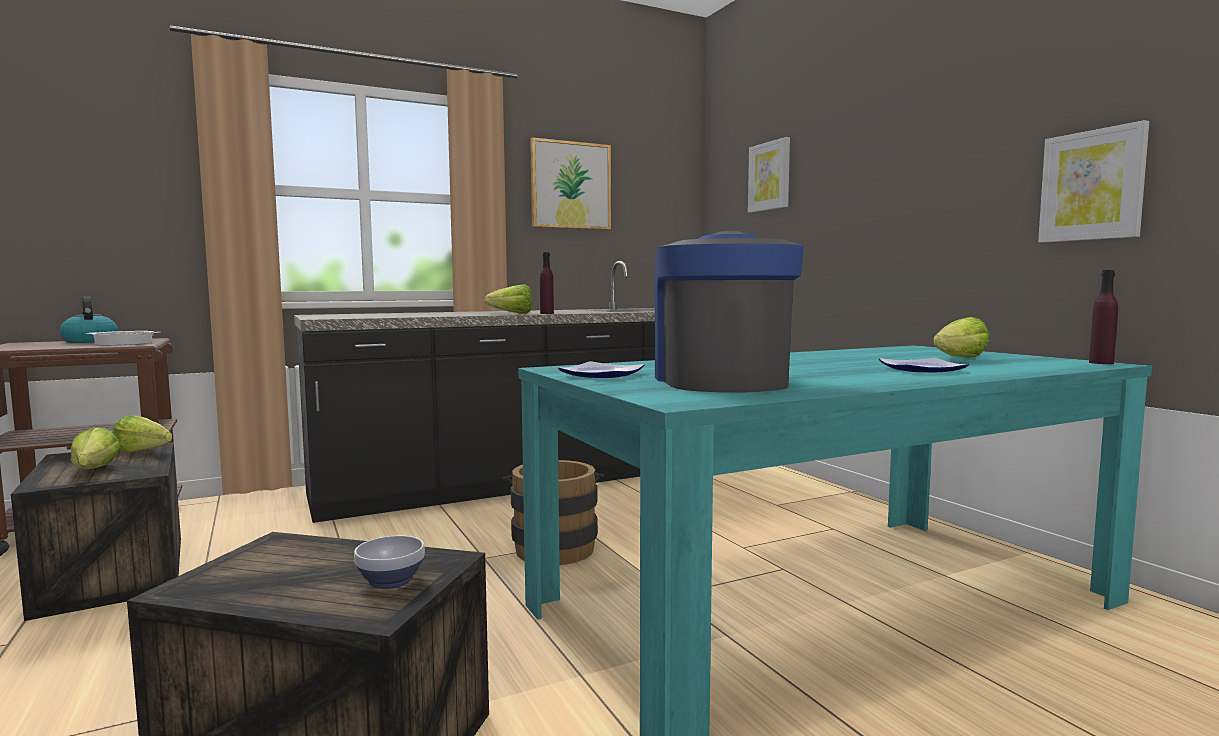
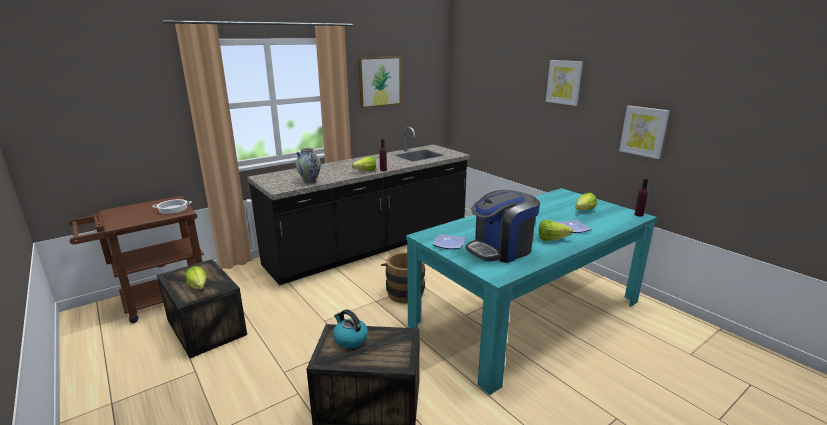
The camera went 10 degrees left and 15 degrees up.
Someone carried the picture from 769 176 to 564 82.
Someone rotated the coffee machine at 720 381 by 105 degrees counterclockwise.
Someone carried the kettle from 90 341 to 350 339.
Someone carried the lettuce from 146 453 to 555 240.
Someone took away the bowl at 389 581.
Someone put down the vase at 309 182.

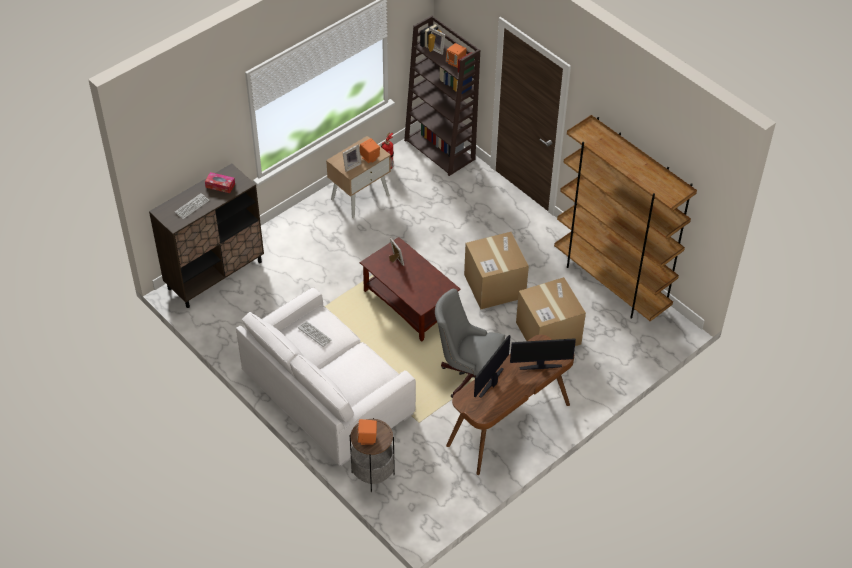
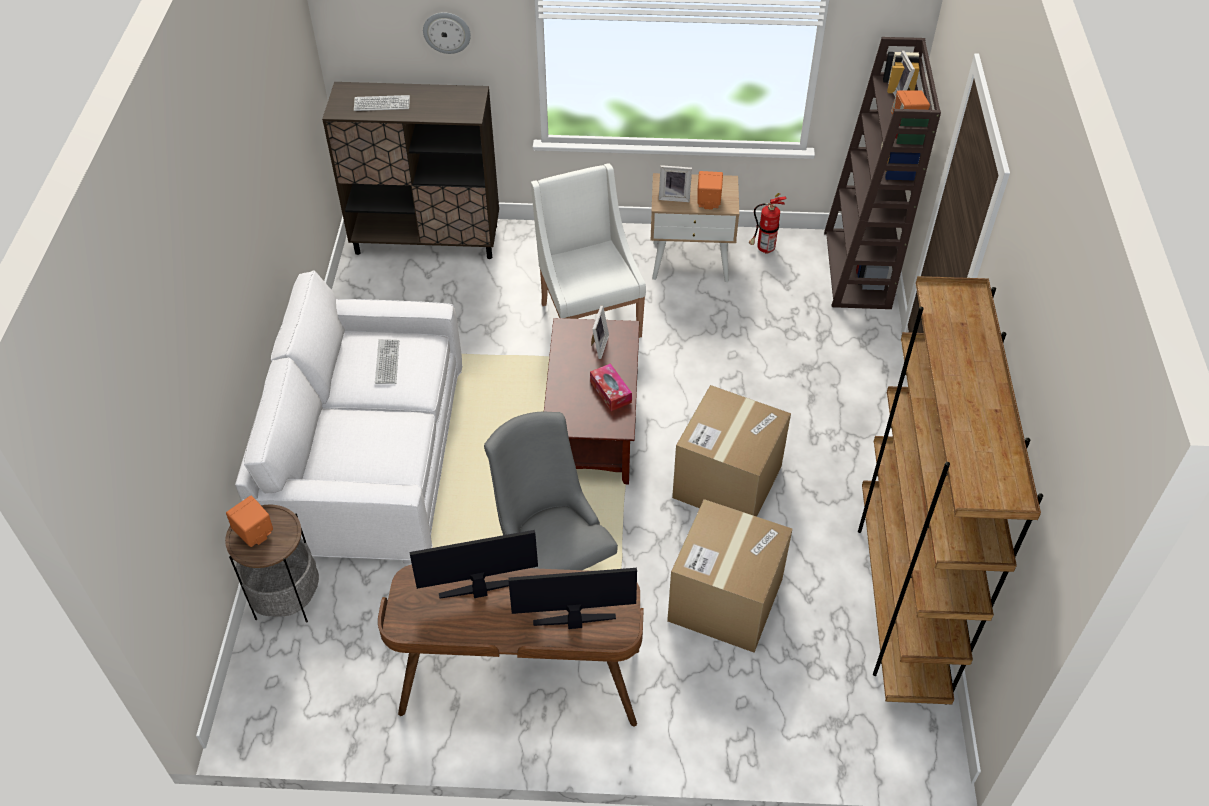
The camera went 45 degrees right and 0 degrees up.
Someone carried the tissue box from 220 185 to 610 392.
Someone rotated the monitor at 540 366 by 135 degrees clockwise.
Someone put up the wall clock at 447 32.
Someone put down the armchair (white) at 588 318.

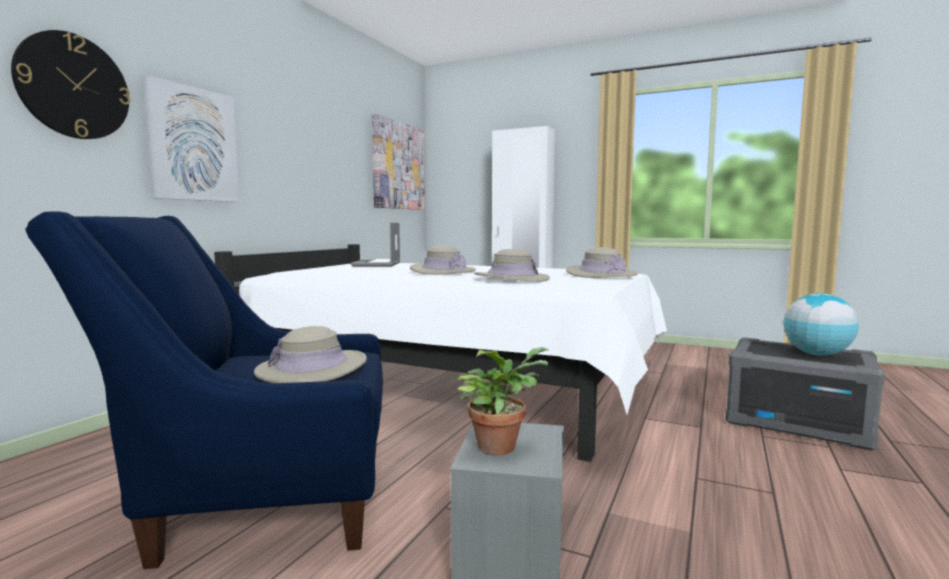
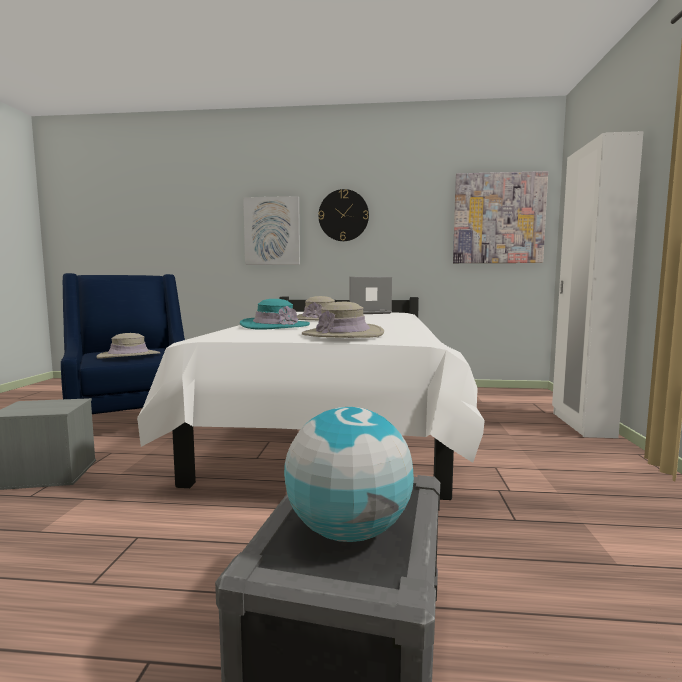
The camera went 70 degrees right and 0 degrees up.
Someone carried the wall clock from 73 86 to 343 215.
Someone repainted the hat (beige) at 511 278, which became the hat (turquoise) at 275 326.
Someone took away the potted plant at 499 445.

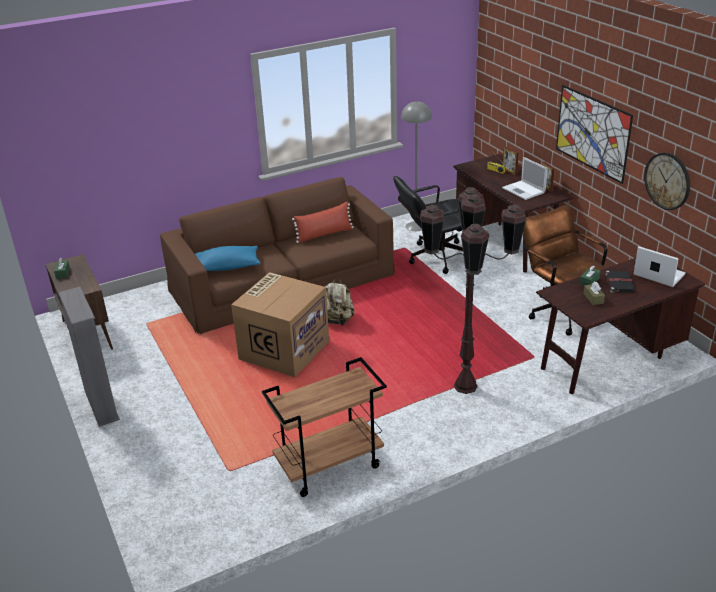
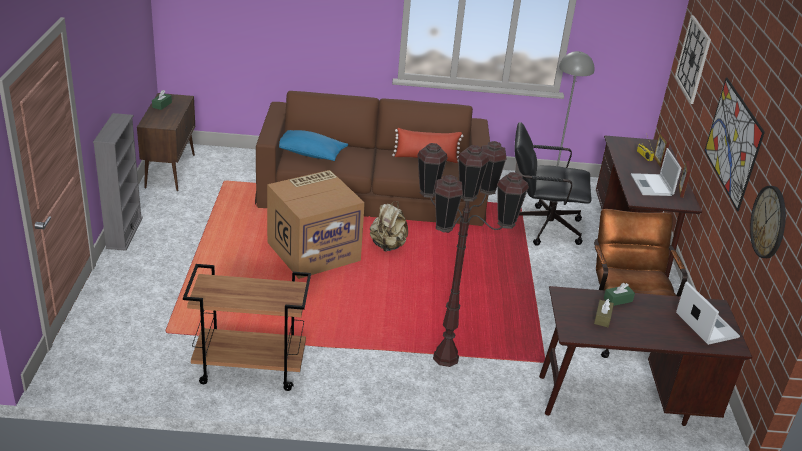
The camera went 25 degrees right and 0 degrees up.
Someone took away the book (black) at 619 283.
Someone put up the wall clock at 693 59.

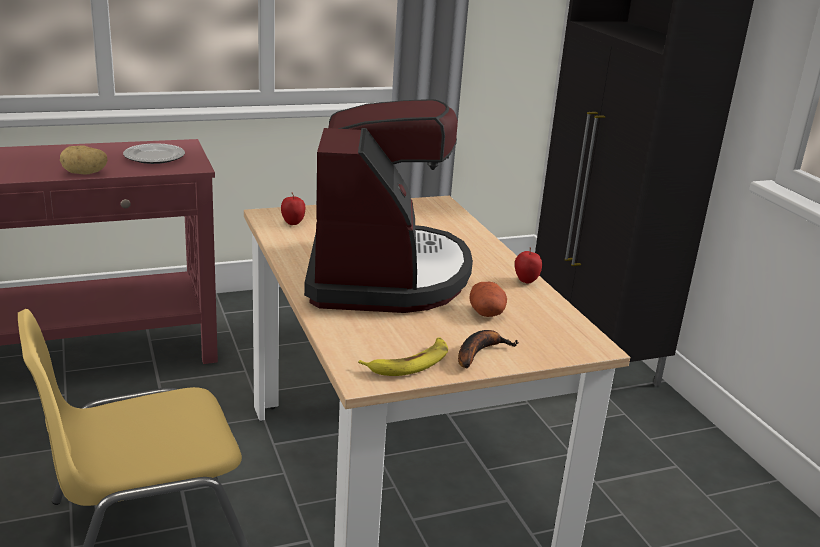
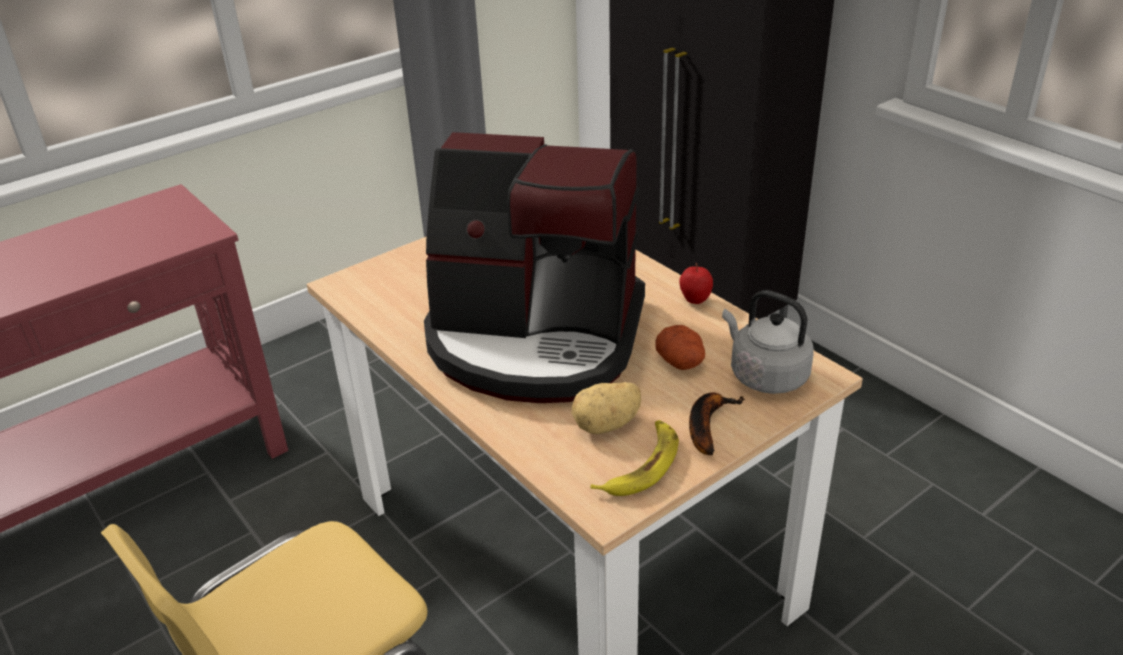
The camera went 15 degrees left and 10 degrees up.
Someone rotated the coffee machine at 385 275 by 120 degrees clockwise.
Someone took away the plate at 155 157.
Someone carried the potato from 84 173 to 607 425.
Someone took away the apple at 293 224.
Someone put down the kettle (grey) at 765 375.

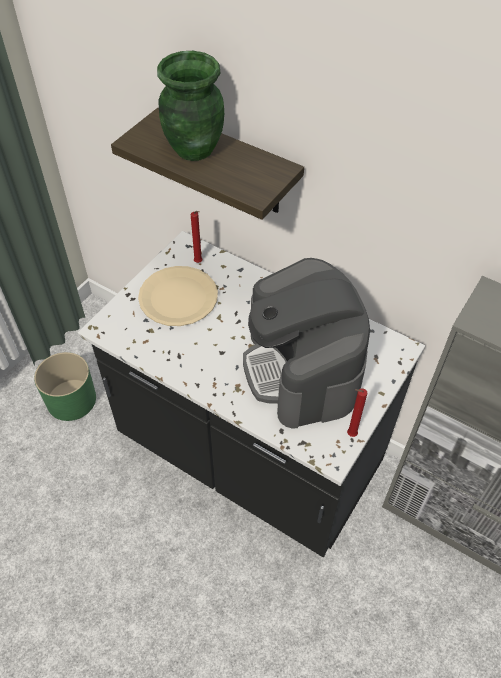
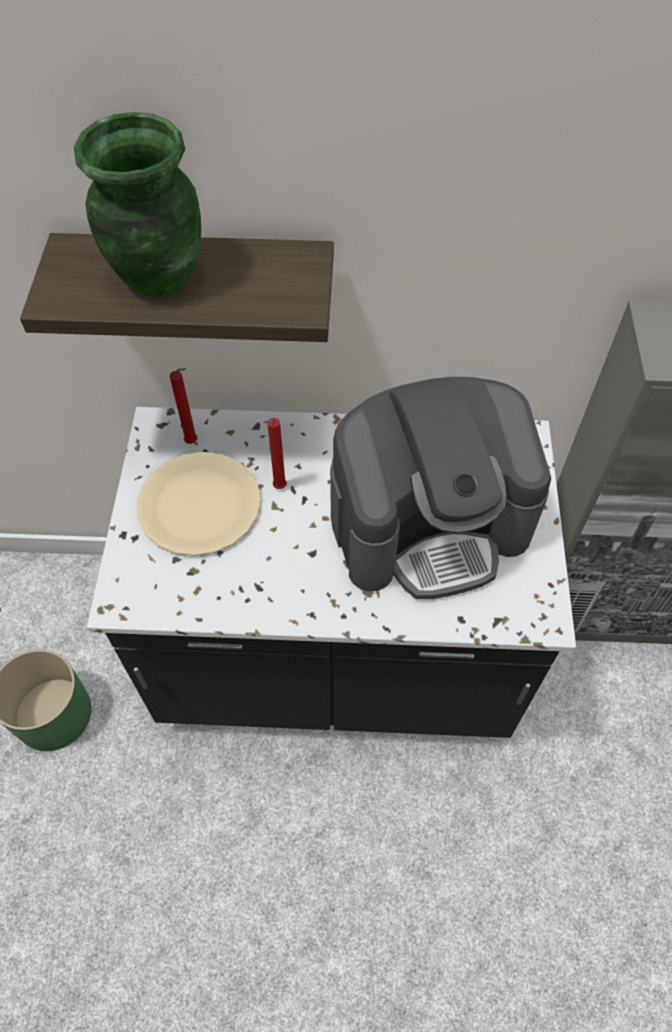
The camera went 30 degrees left and 5 degrees up.
Someone rotated the coffee machine at 302 369 by 60 degrees counterclockwise.
Someone carried the candle (red) from 350 434 to 278 488.

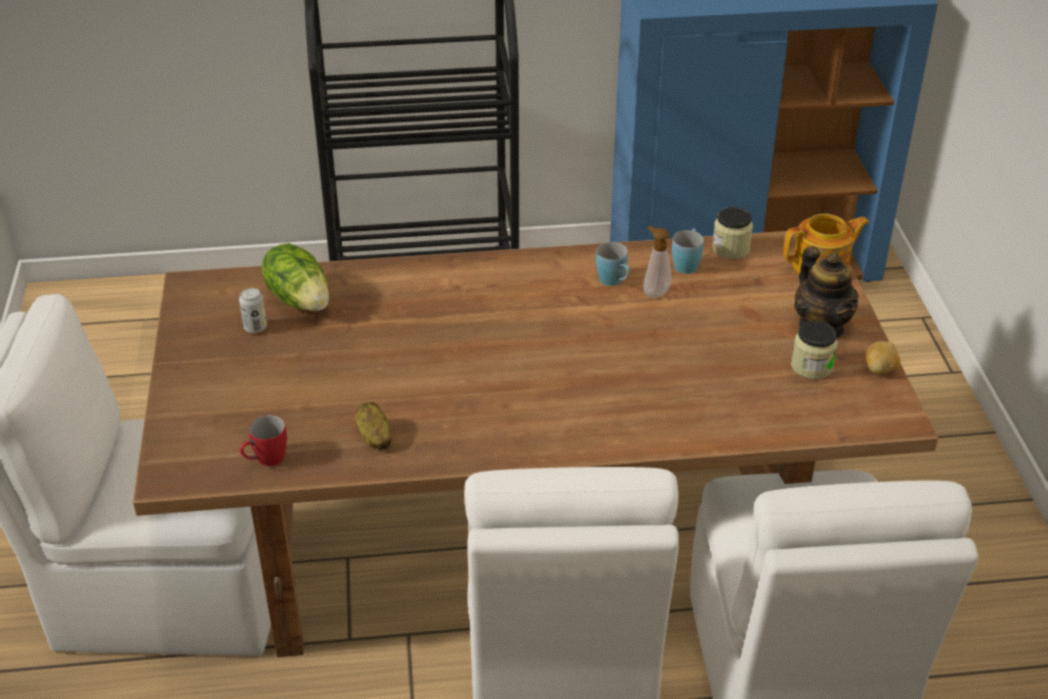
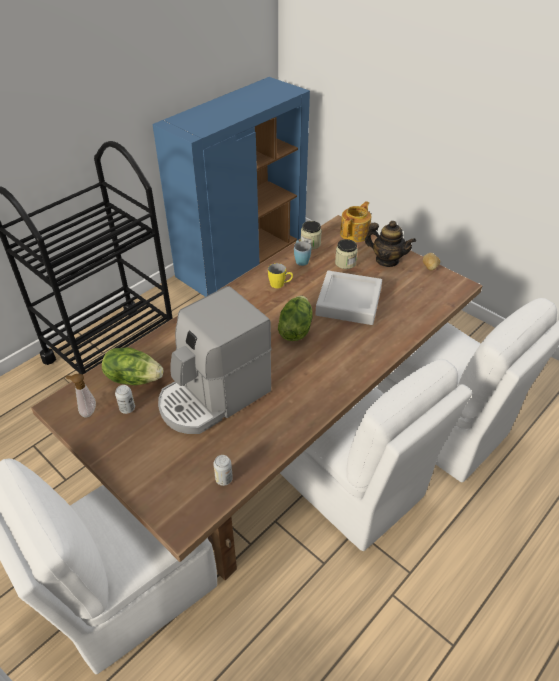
The camera went 40 degrees left and 5 degrees up.
Someone carried the soap dispenser from 654 292 to 87 411.
Someone repainted the mug (blue) at 614 282, which became the mug (yellow) at 280 284.
Someone carried the jar from 811 366 to 345 263.
Someone took away the potato at 374 437.
Someone swapped the mug (red) at 265 460 for the can at 224 479.
Someone put down the tray (grey) at 348 302.
Someone put down the coffee machine at 213 397.
Someone put down the lettuce at 295 329.

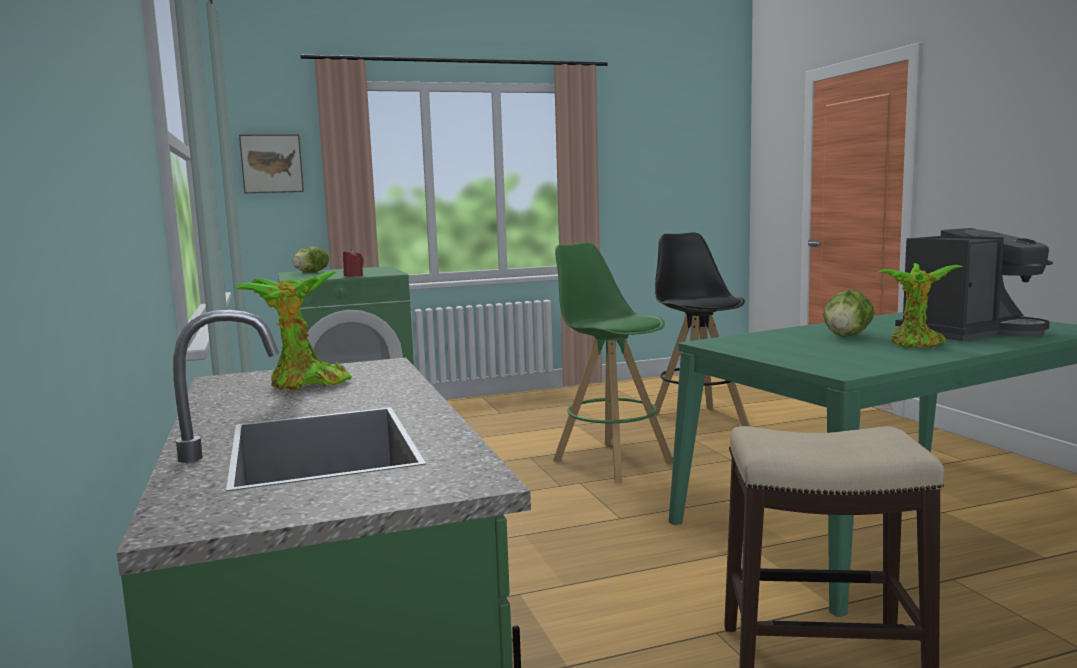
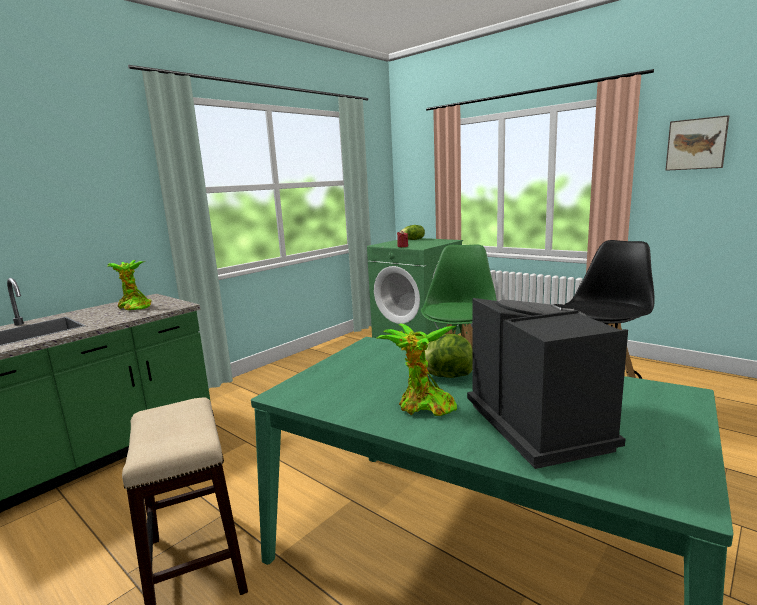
The camera went 60 degrees right and 5 degrees up.
Someone carried the picture from 271 164 to 696 144.
Someone rotated the coffee machine at 970 332 by 135 degrees counterclockwise.

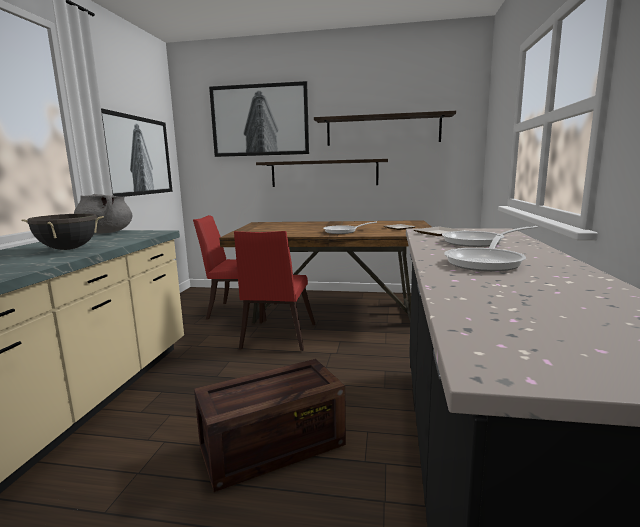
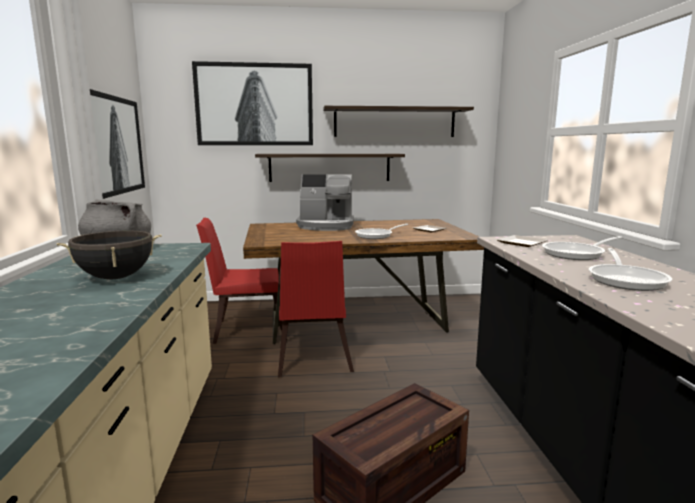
The camera went 15 degrees left and 0 degrees up.
Someone put down the coffee machine at 326 226.

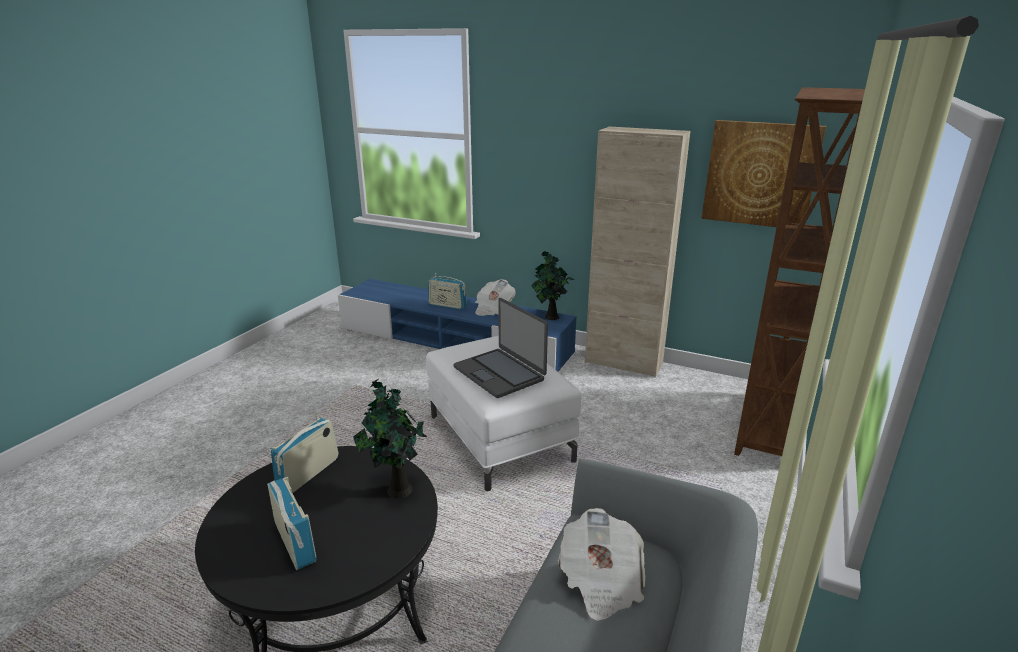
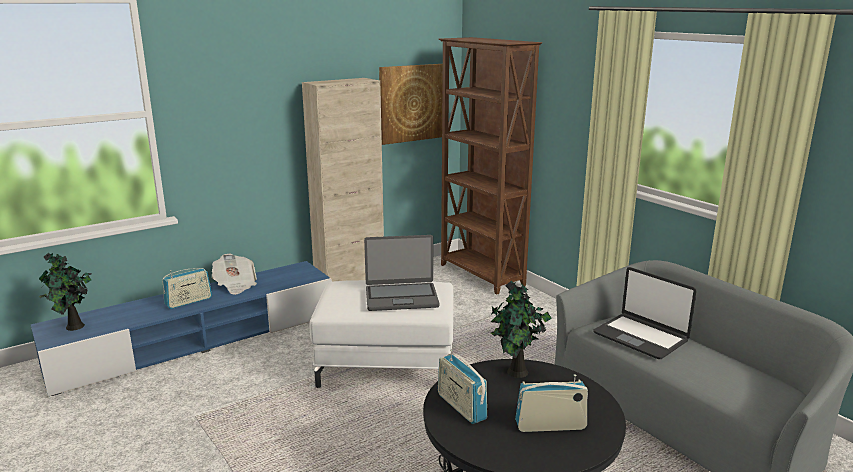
The camera went 60 degrees left and 5 degrees down.
Someone carried the potted plant from 550 317 to 73 327.
Someone swapped the newspaper at 601 581 for the laptop at 641 337.

